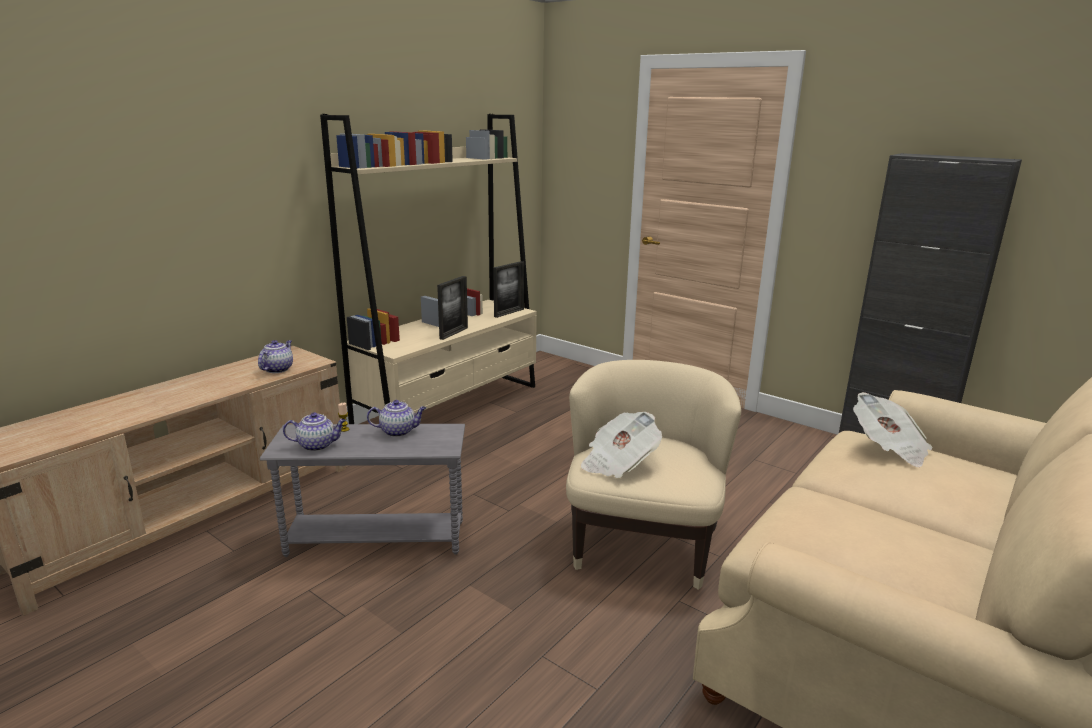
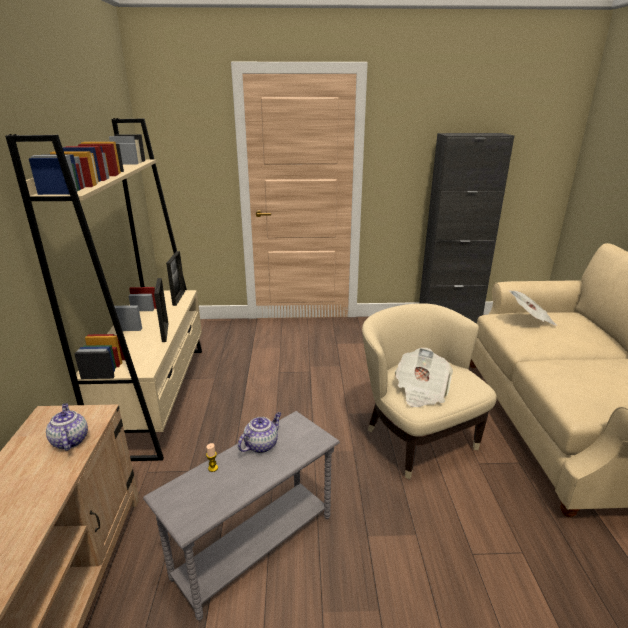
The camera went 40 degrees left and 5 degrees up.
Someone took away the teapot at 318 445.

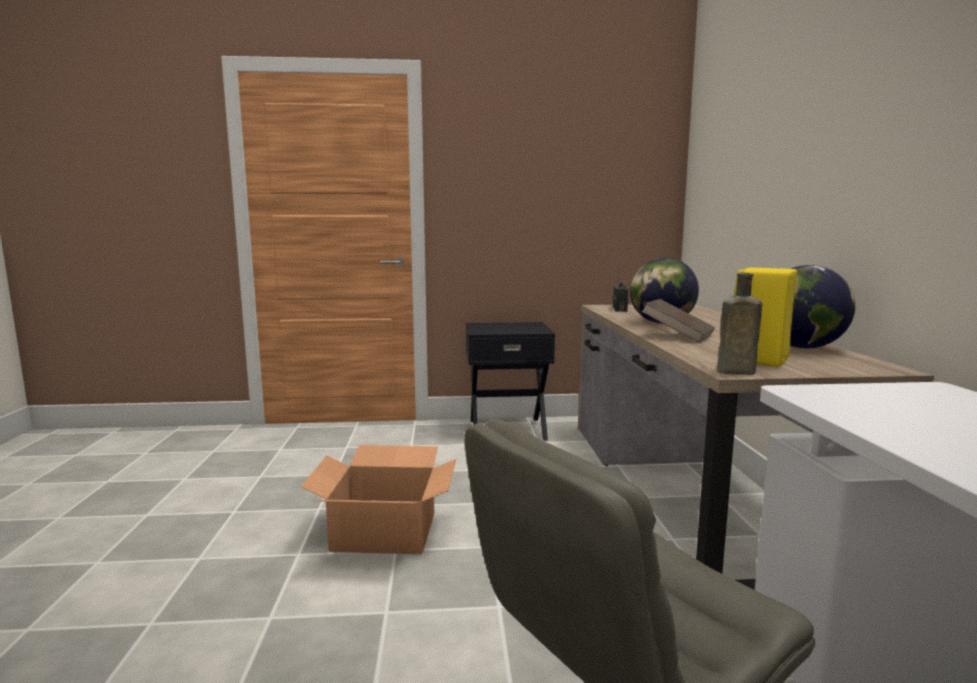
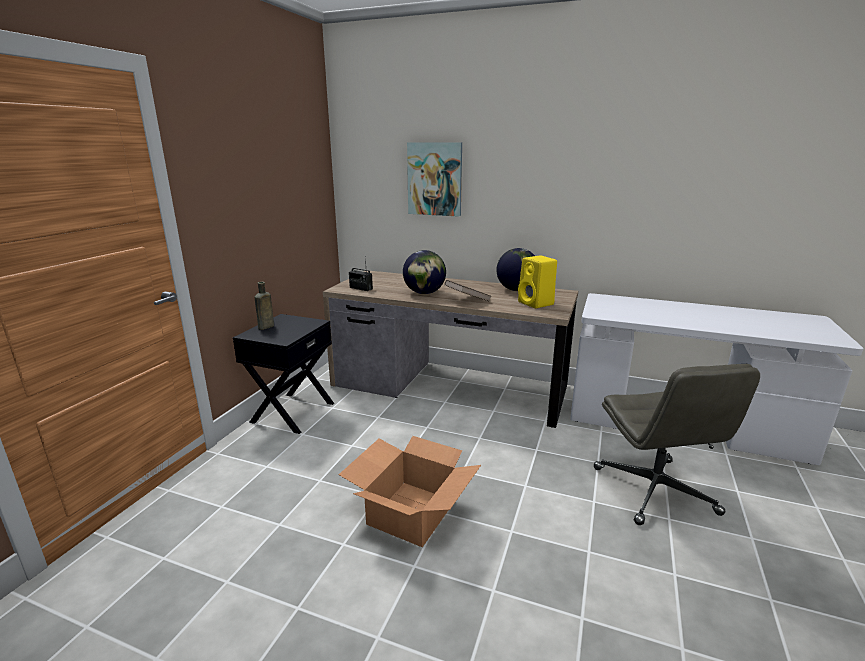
The camera went 65 degrees left and 10 degrees up.
Someone carried the bottle (brown) from 733 372 to 265 327.
Someone put up the picture at 435 179.

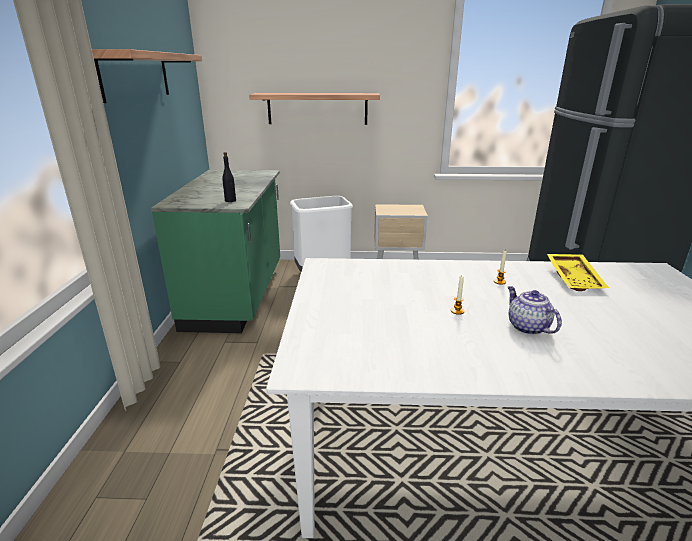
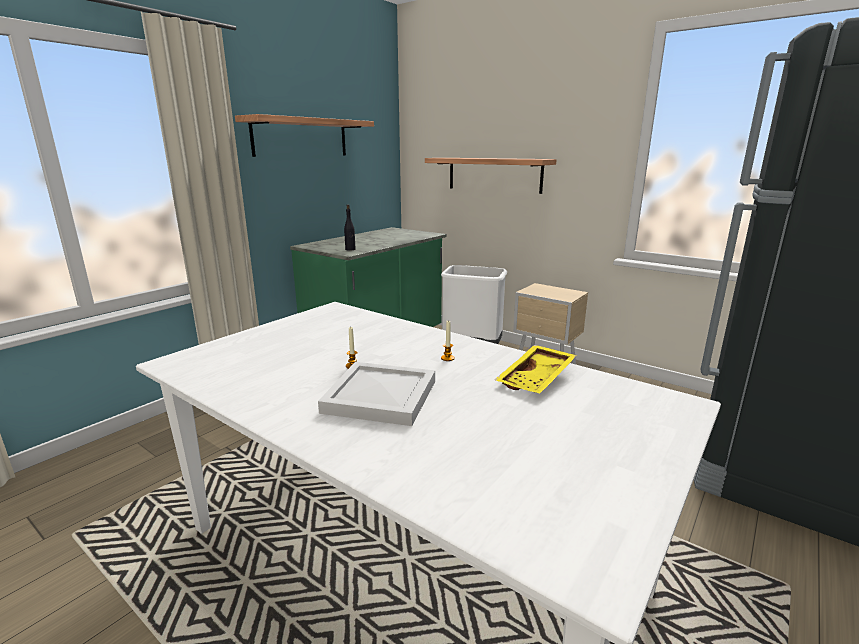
The camera went 35 degrees right and 5 degrees down.
Someone swapped the teapot at 526 327 for the tray (white) at 379 395.

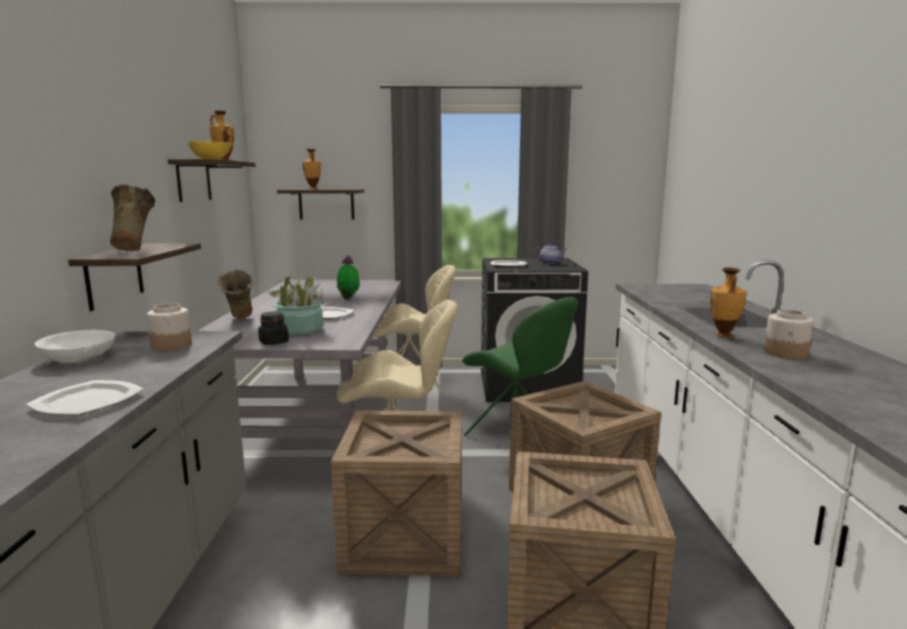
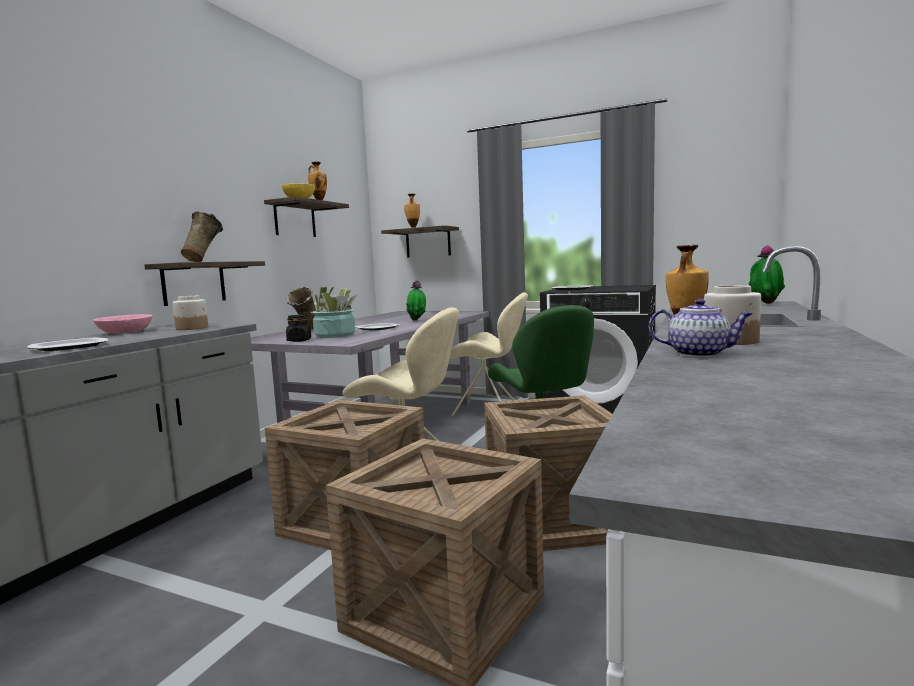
The camera went 25 degrees right and 5 degrees down.
Someone carried the teapot from 549 263 to 699 354.
Someone repainted the bowl (white) at 78 358, which became the bowl (pink) at 125 332.
Someone put down the potted plant at 765 304.

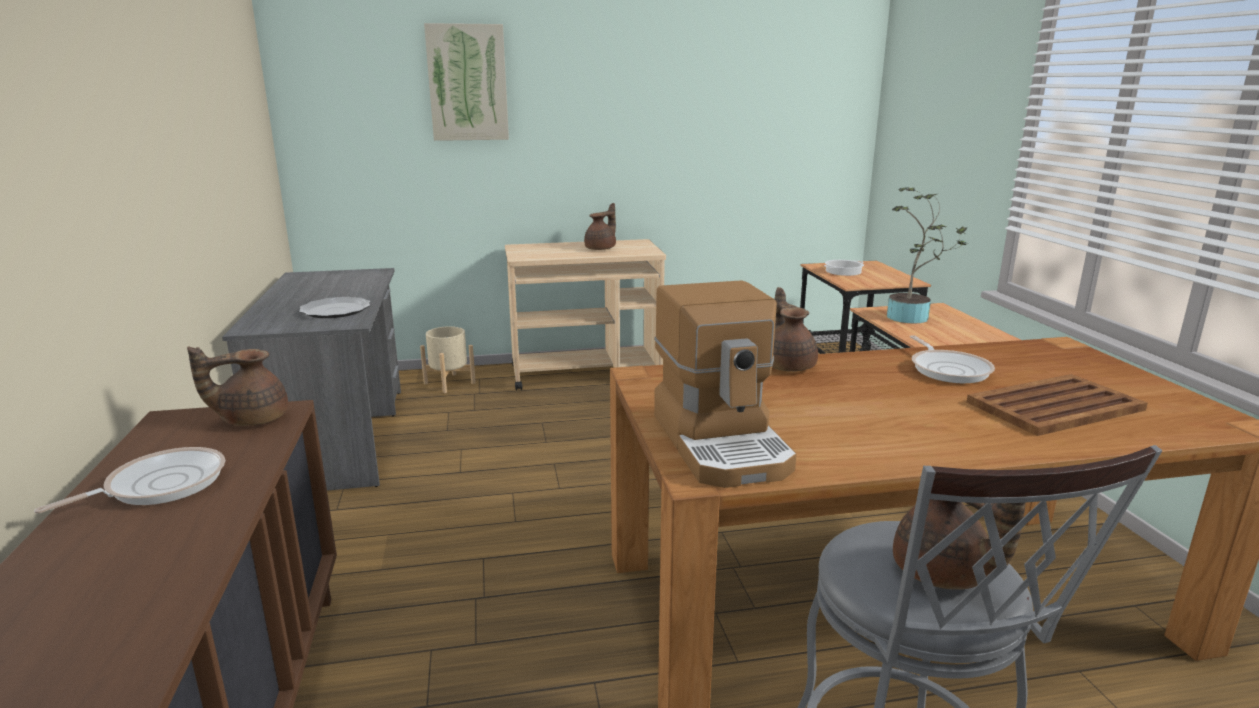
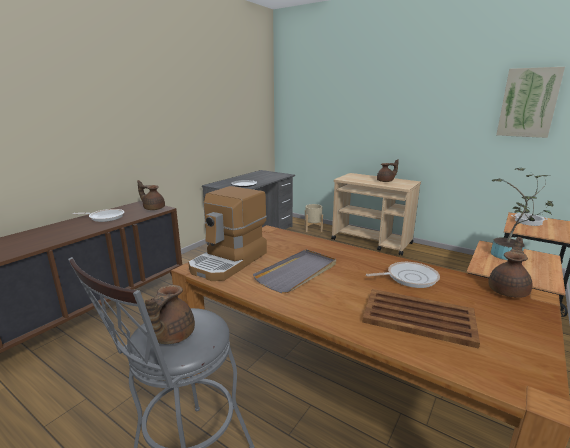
The camera went 45 degrees right and 0 degrees up.
Someone carried the picture from 467 83 to 528 103.
Someone carried the teapot (brown) from 789 365 to 508 290.
Someone rotated the frying pan at 948 369 by 135 degrees counterclockwise.
Someone put down the tray (grey) at 298 273.

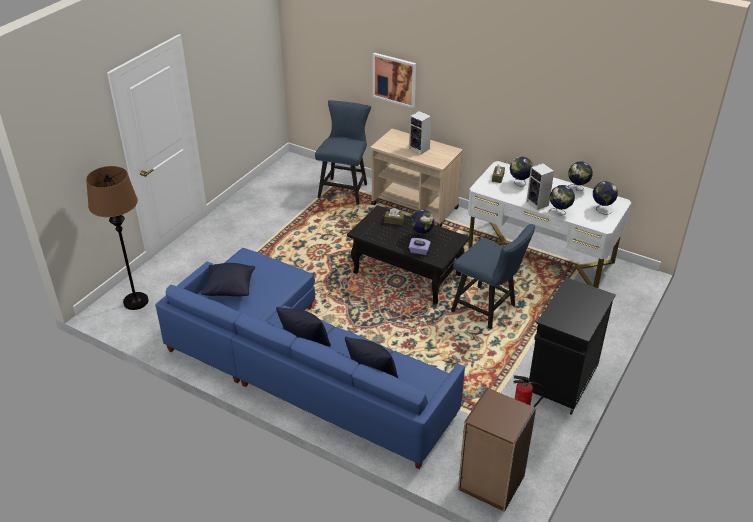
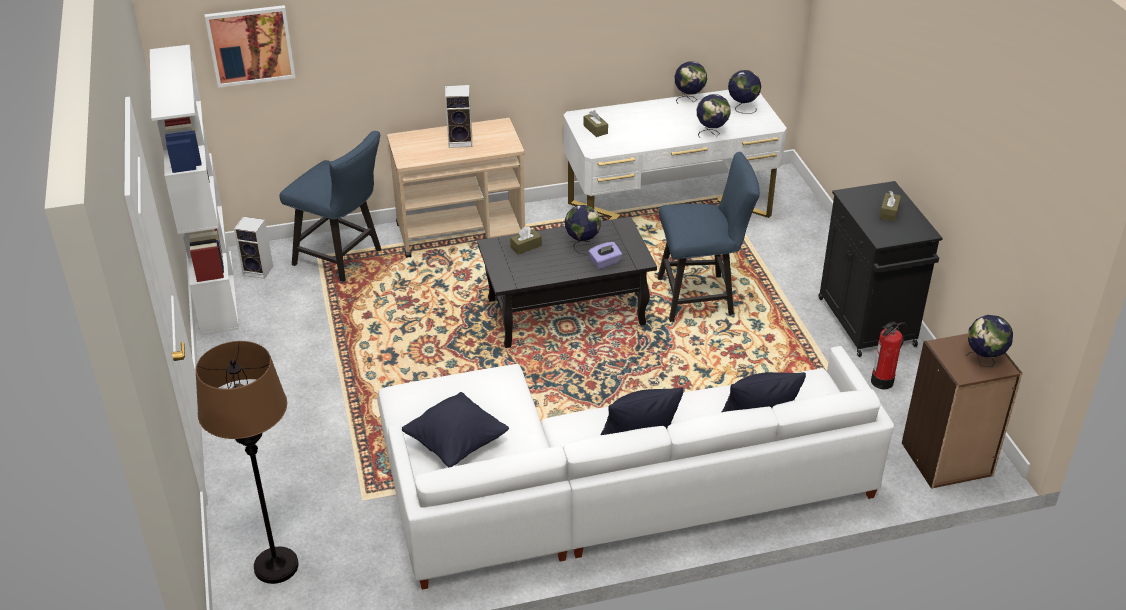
The camera went 45 degrees left and 0 degrees up.
Someone carried the picture from 394 79 to 250 45.
Someone rotated the chair (blue) at 345 189 by 150 degrees clockwise.
Someone carried the globe from 519 183 to 983 361.
Someone carried the speaker from 538 204 to 259 270.
Someone repainted the sofa (blue) at 299 367, which became the sofa (white) at 605 490.
Someone put down the bookcase (white) at 215 292.
Someone put down the tissue box (brown) at 889 212.

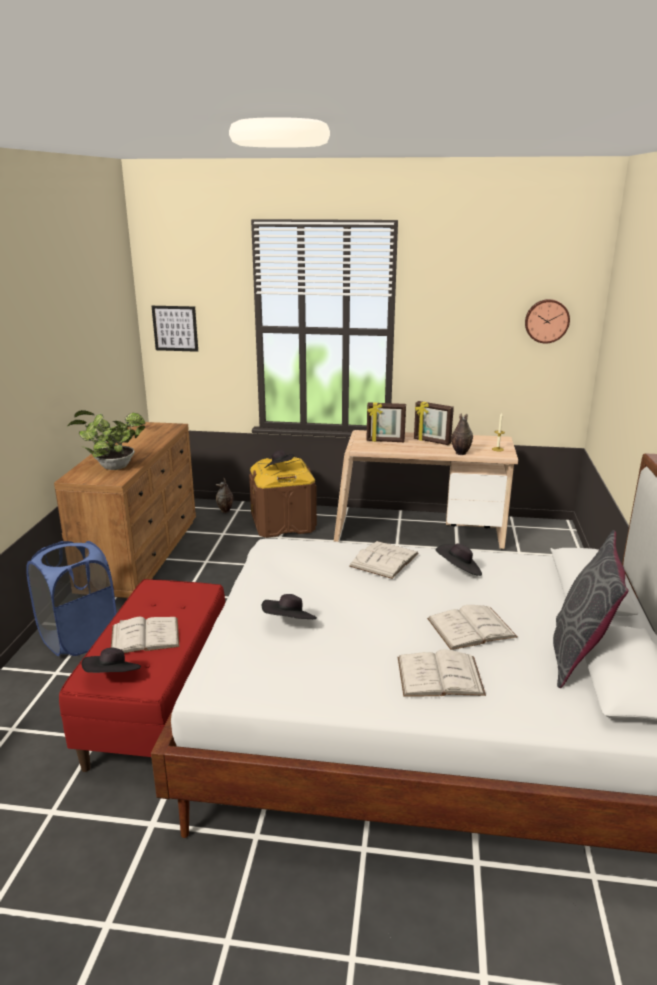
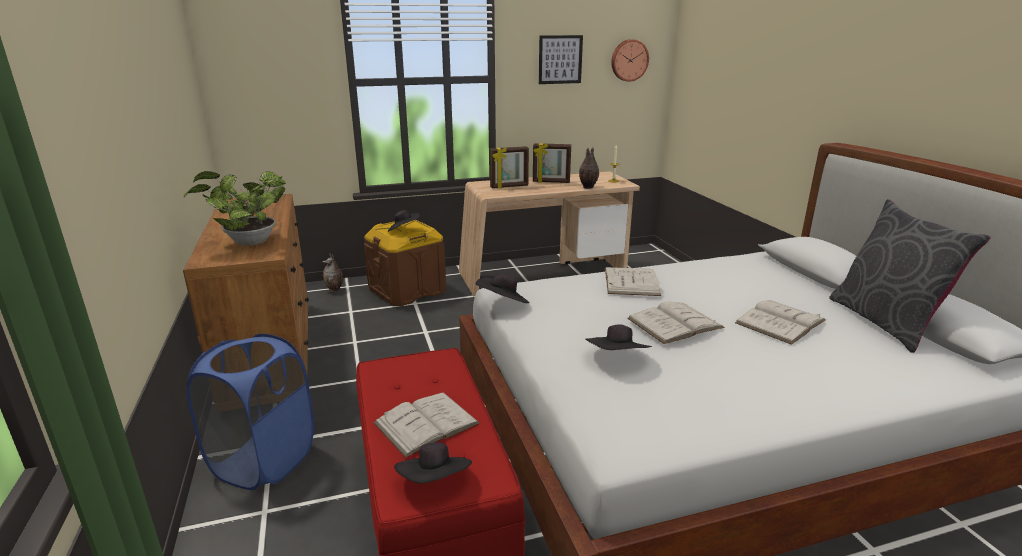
The camera went 25 degrees left and 0 degrees up.
Someone carried the picture from 175 328 to 560 59.
Someone carried the hat (black) from 459 571 to 503 303.
Someone carried the book (white) from 439 676 to 675 323.

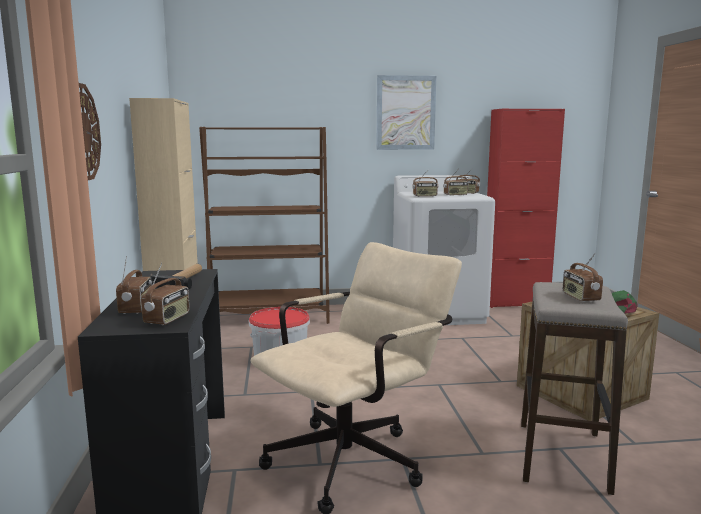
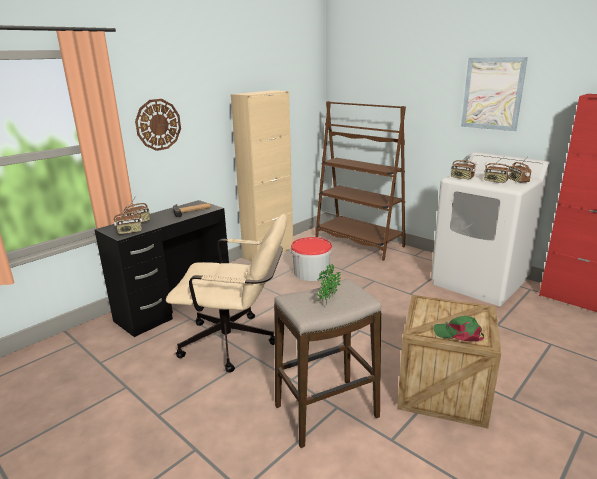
The camera went 50 degrees right and 10 degrees up.
Someone swapped the radio at 580 297 for the potted plant at 326 300.

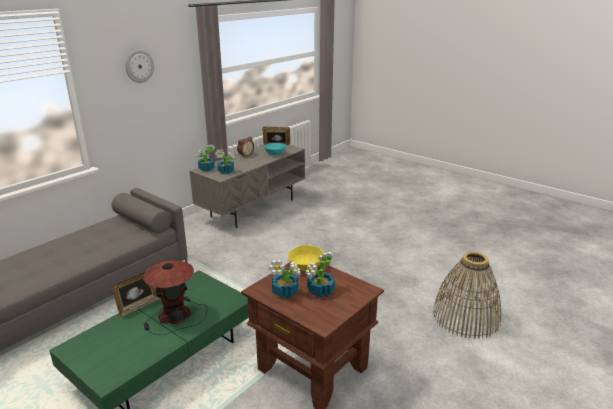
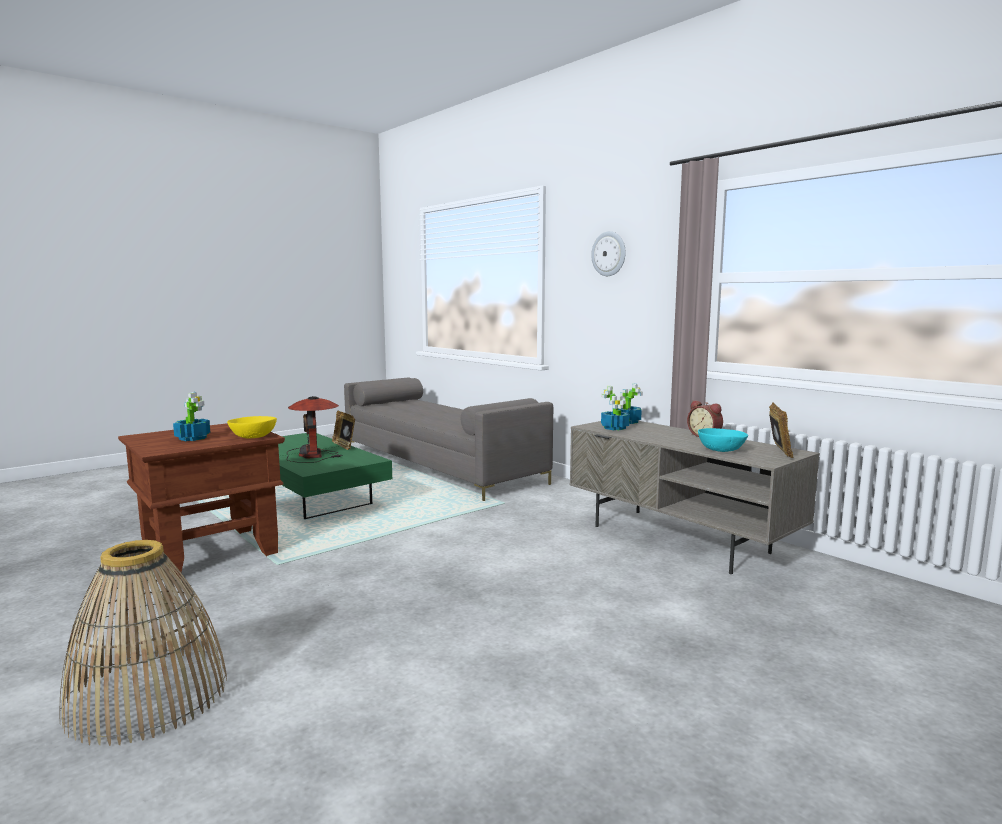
The camera went 100 degrees right and 15 degrees down.
Someone took away the potted plant at 285 292.

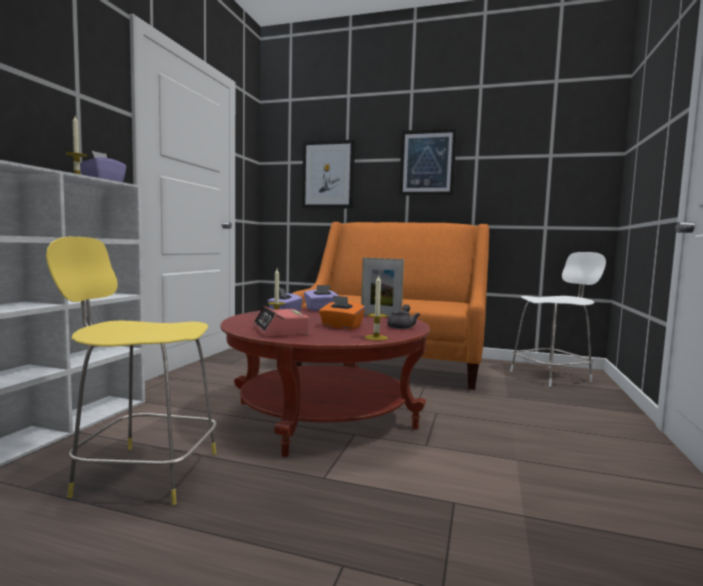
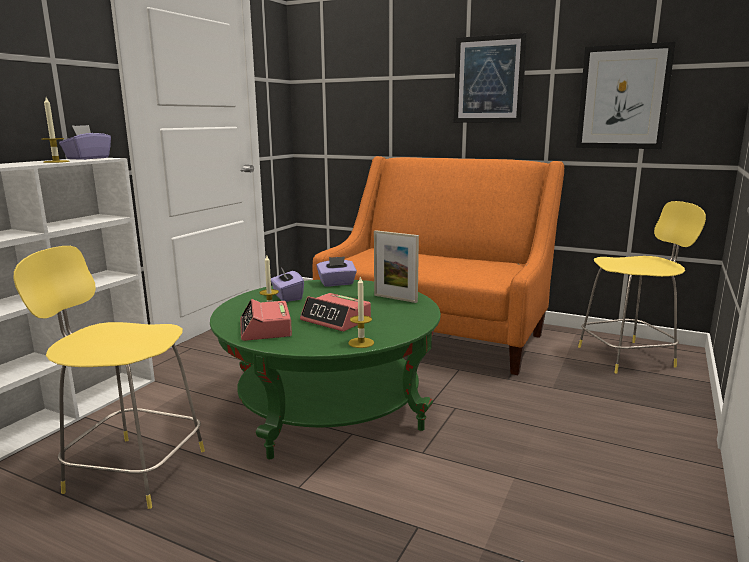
The camera went 10 degrees right and 10 degrees up.
Someone carried the picture from 328 175 to 623 97.
Someone repainted the stool (white) at 552 376, which became the stool (yellow) at 628 356.
Someone swapped the tissue box (orange) at 341 327 for the alarm clock at 336 320.
Someone took away the teapot (grey) at 402 327.
Someone repainted the coffee table (red) at 324 415, which became the coffee table (green) at 330 406.

